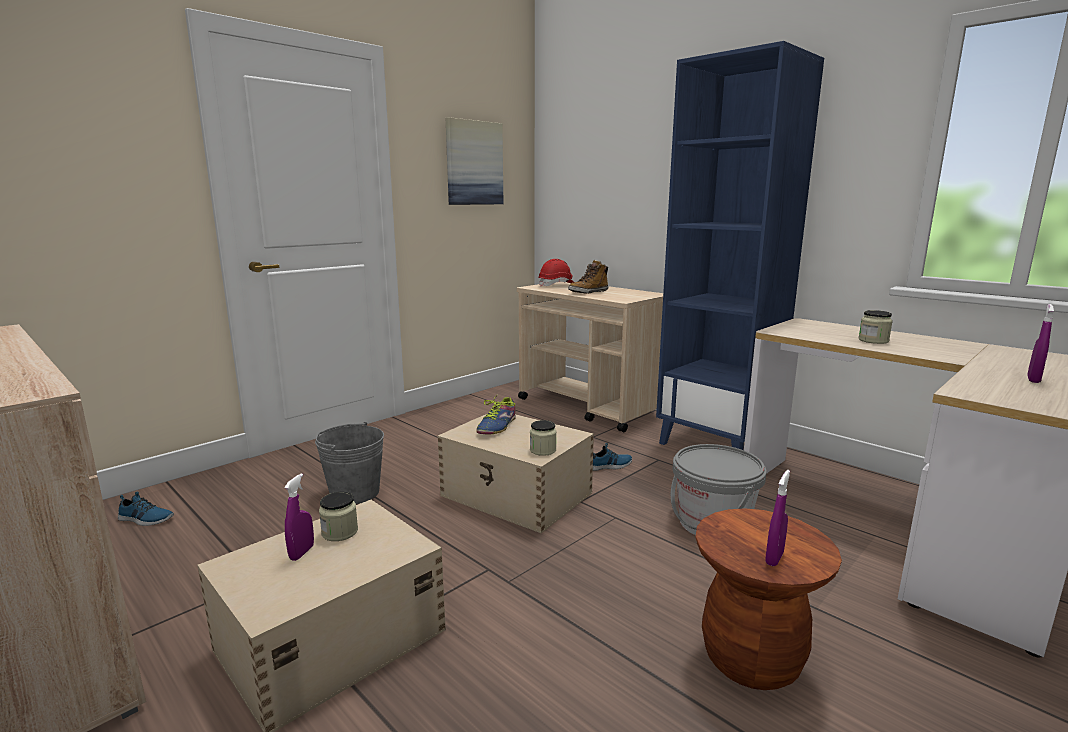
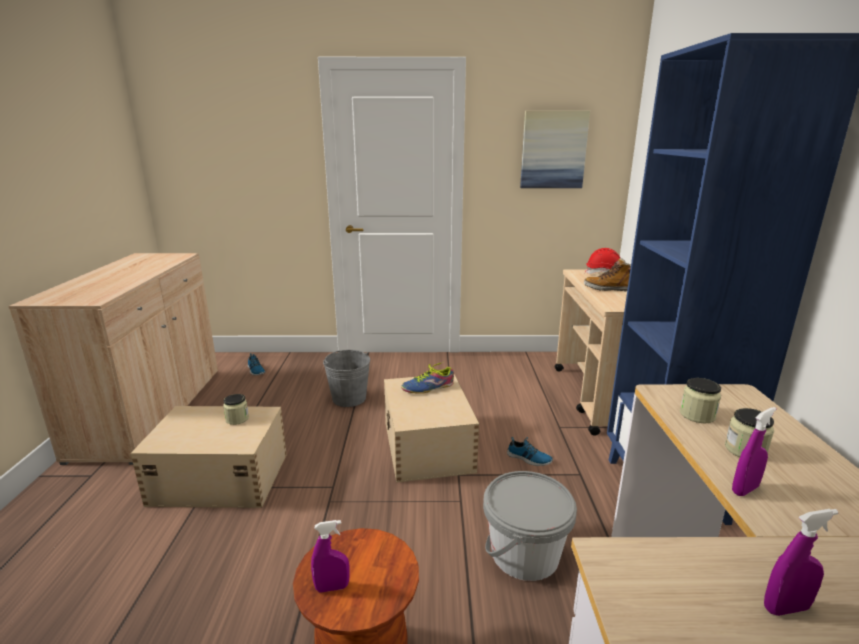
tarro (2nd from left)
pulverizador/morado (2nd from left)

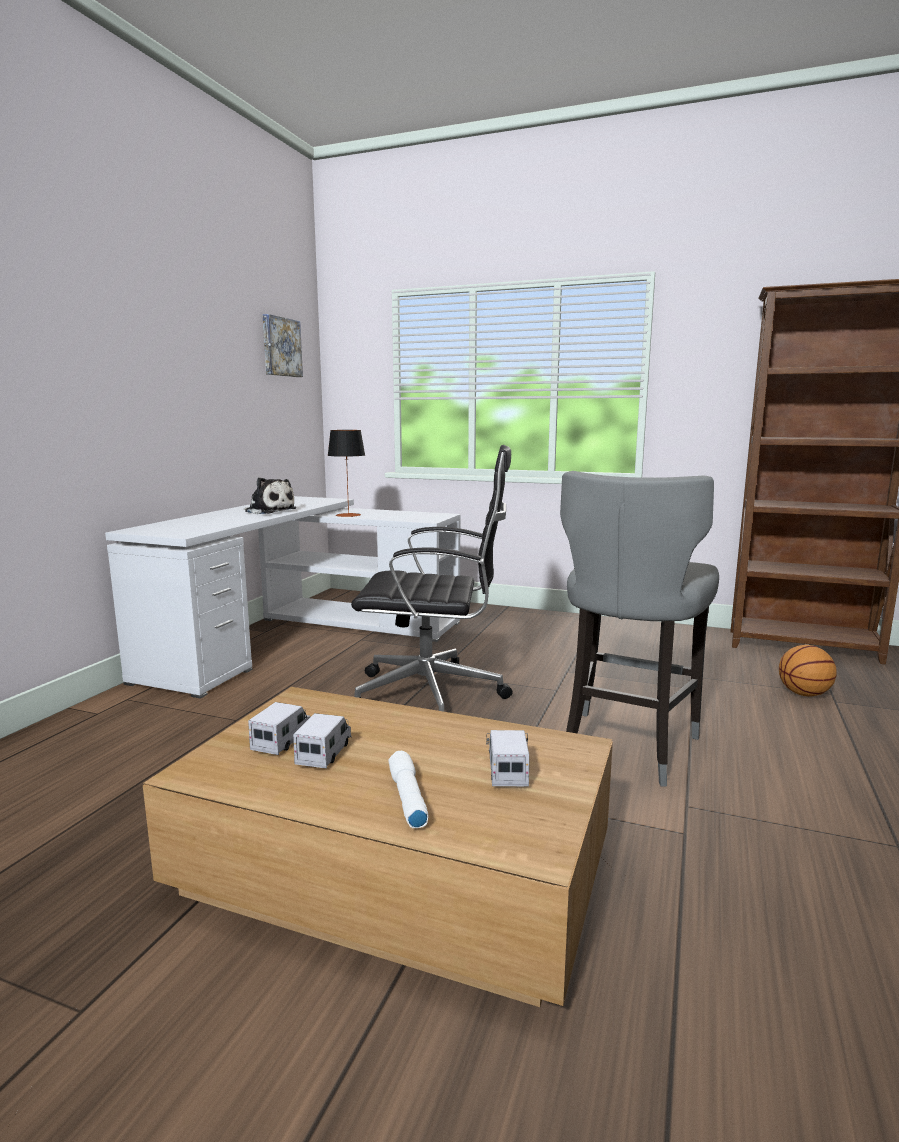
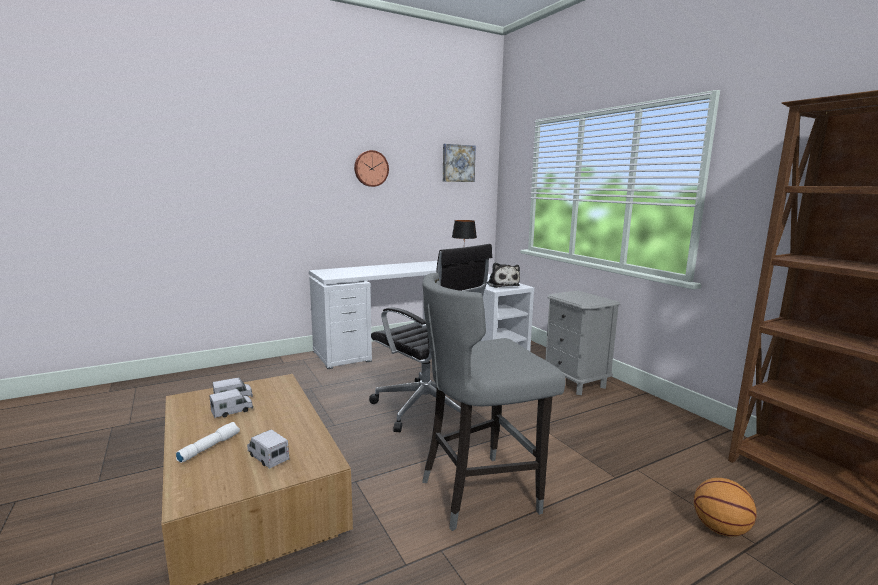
camión de juguete (3rd from left)
reloj de pared
peluche
mesita de noche/gris

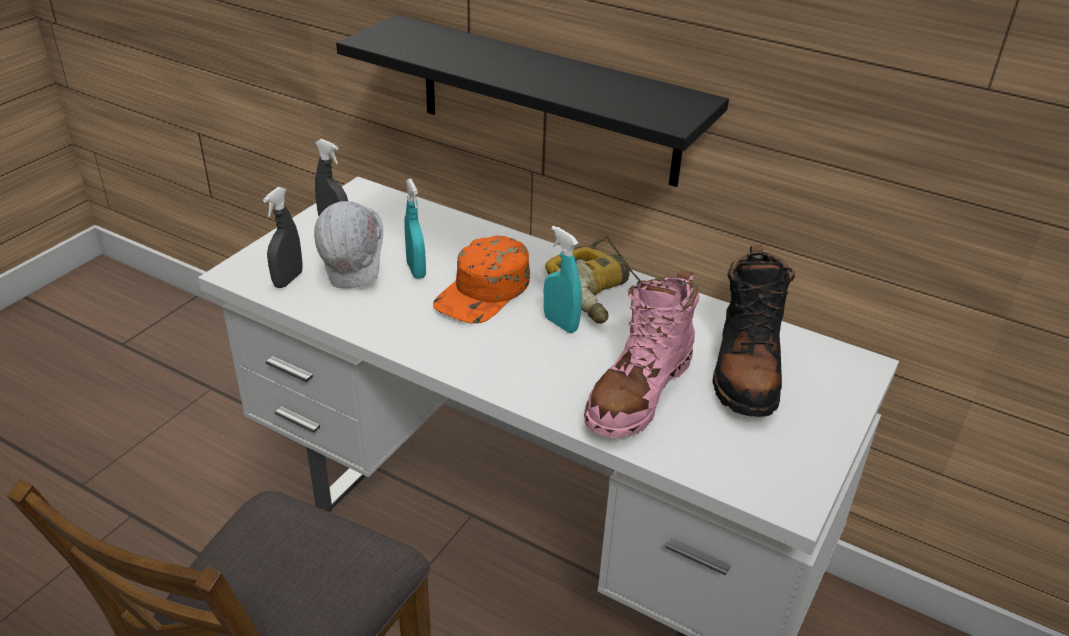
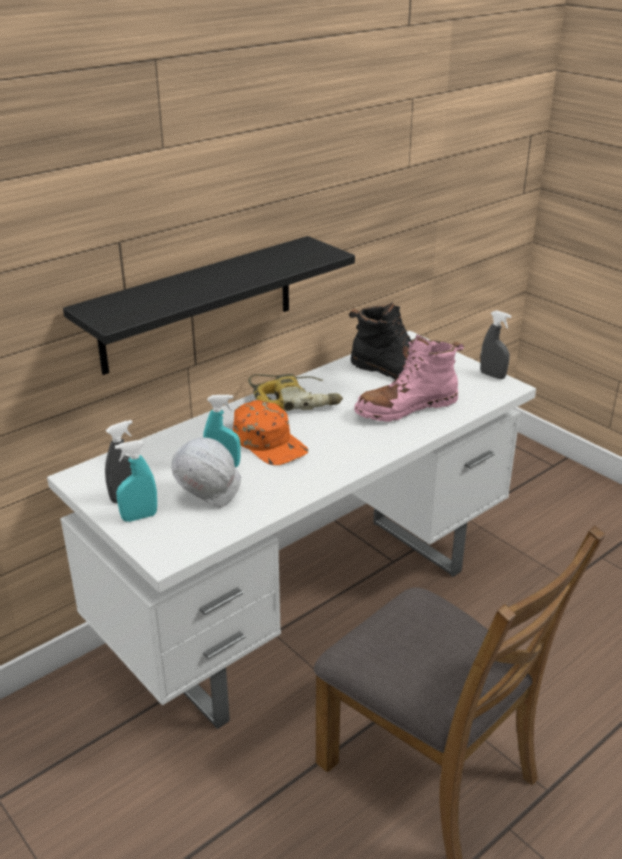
pulverizador/turquesa (1st from left)
bota/rosa
pulverizador/gris (2nd from left)

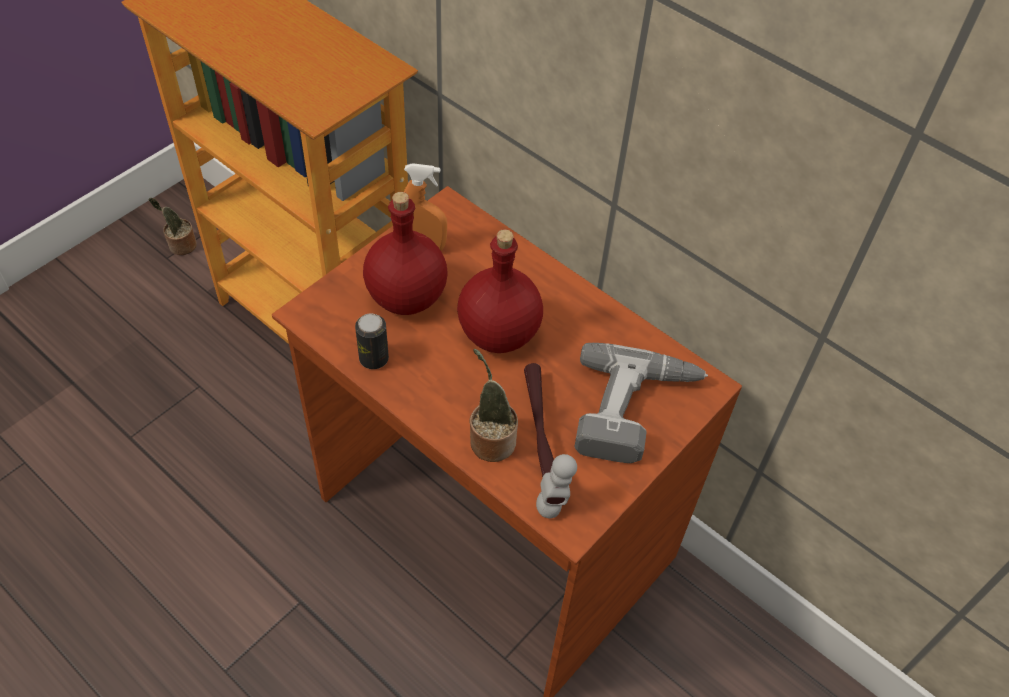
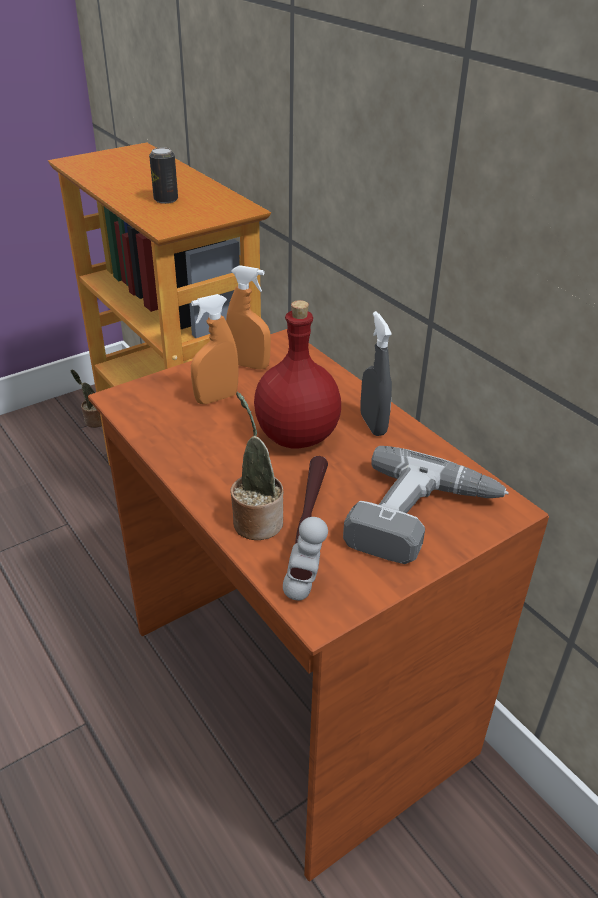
lata
pulverizador/naranja (1st from left)
pulverizador/gris

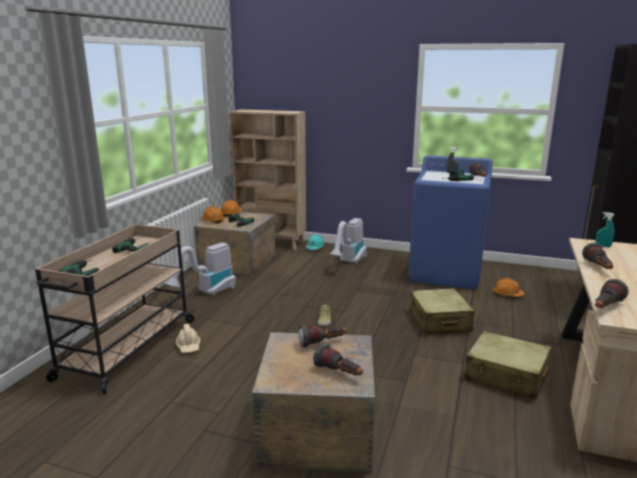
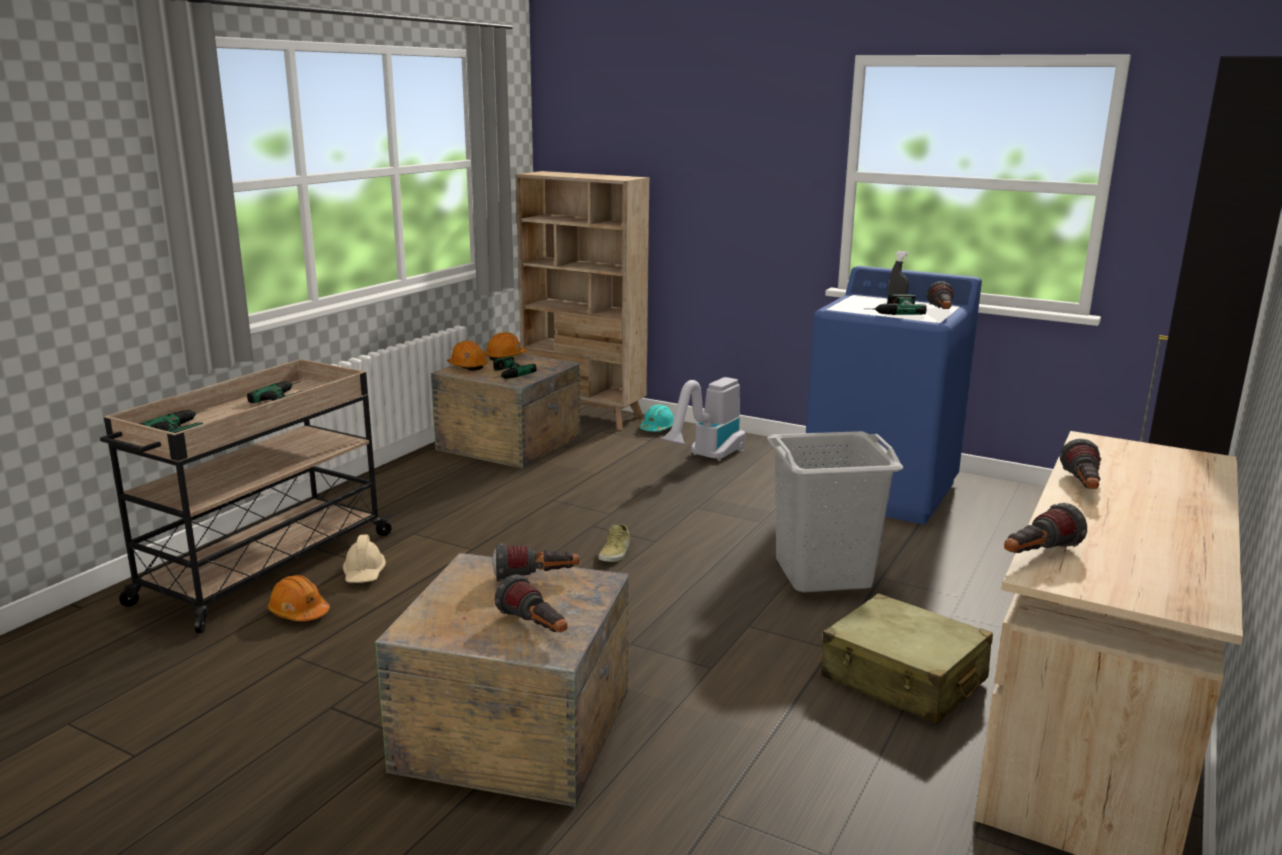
casco/naranja (1st from left)
cesto de la ropa/gris
aspiradora (1st from left in the first image)
pulverizador/turquesa

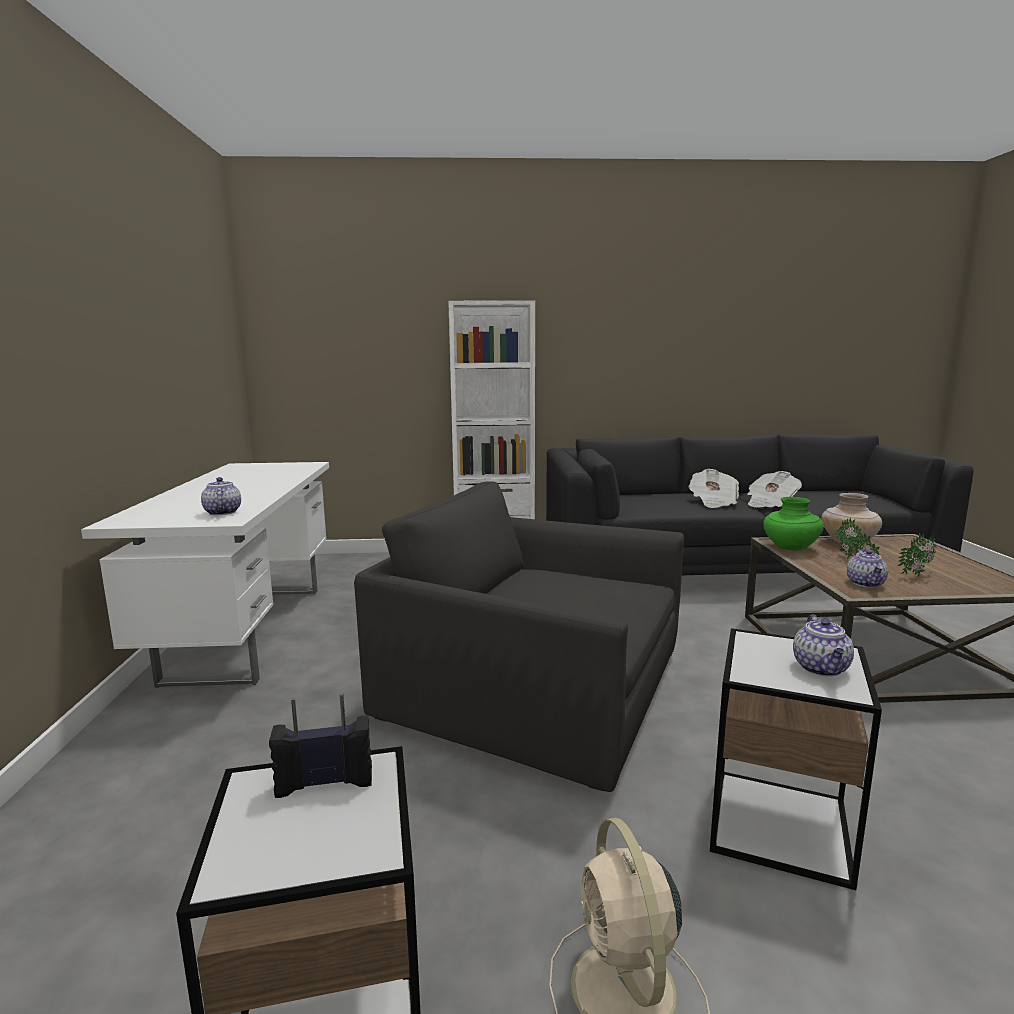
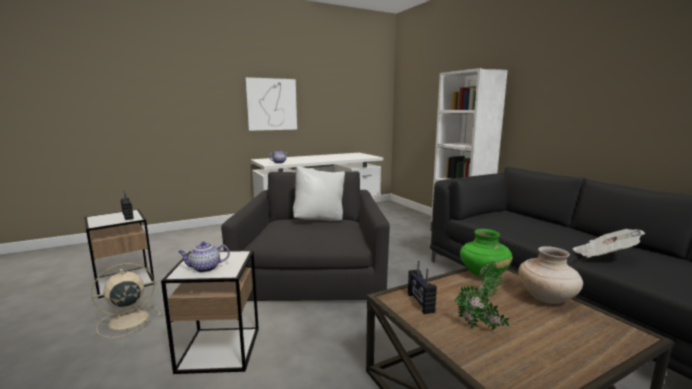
cuadro
cojín/blanco
radio (2nd from left)
periódico (1st from left in the first image)

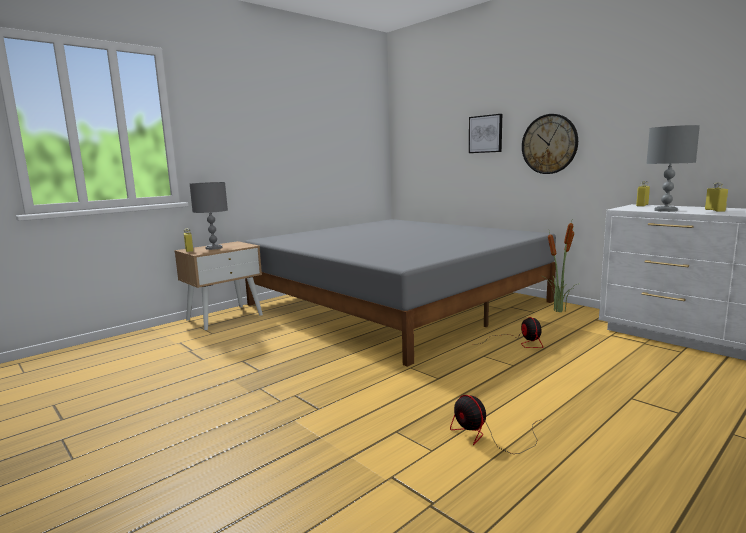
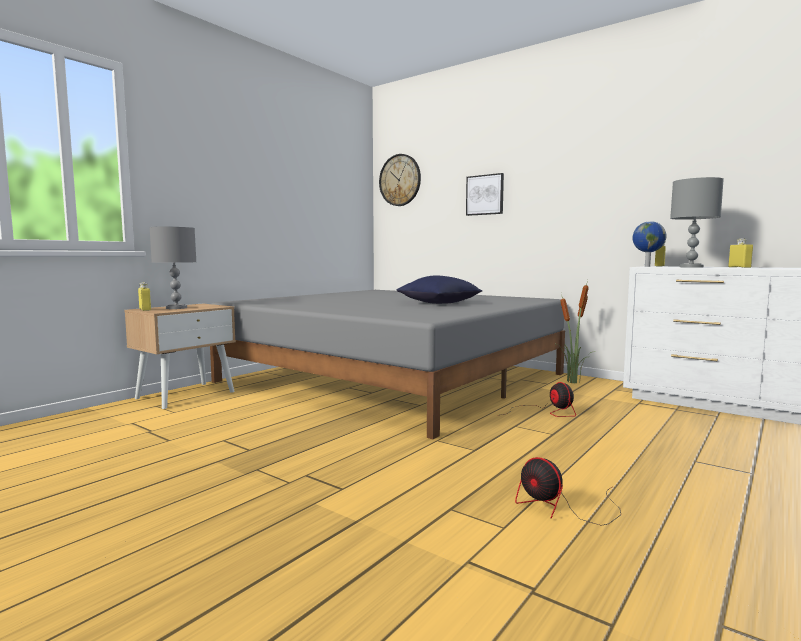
reloj de pared
cojín/azul
globo terráqueo

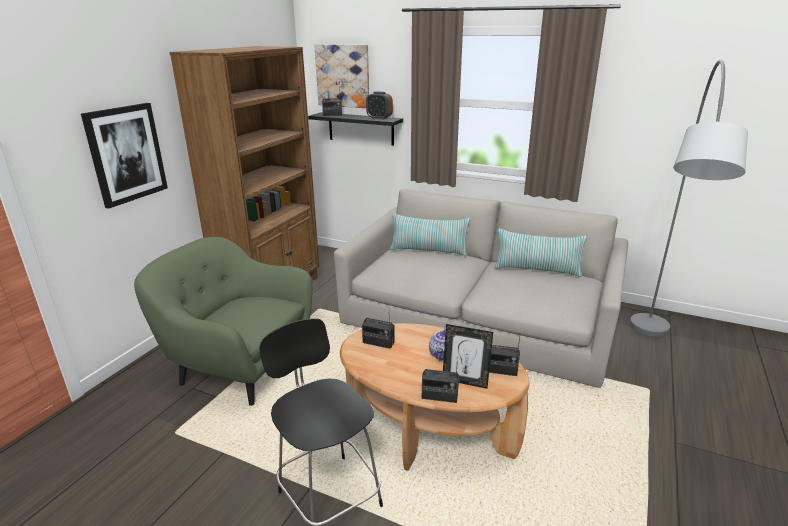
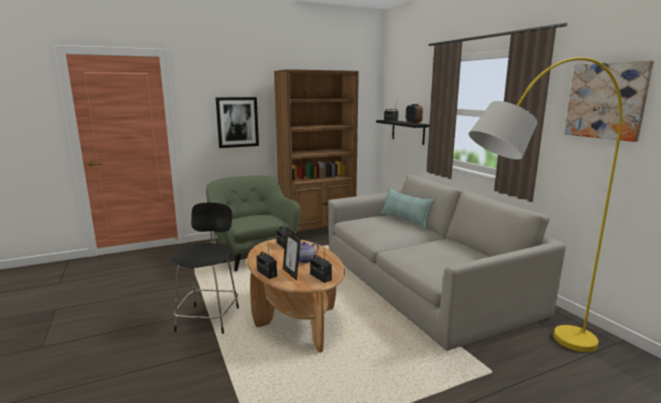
lámpara de pie/amarillo
cuadro (2nd from left)
cojín (2nd from left in the first image)

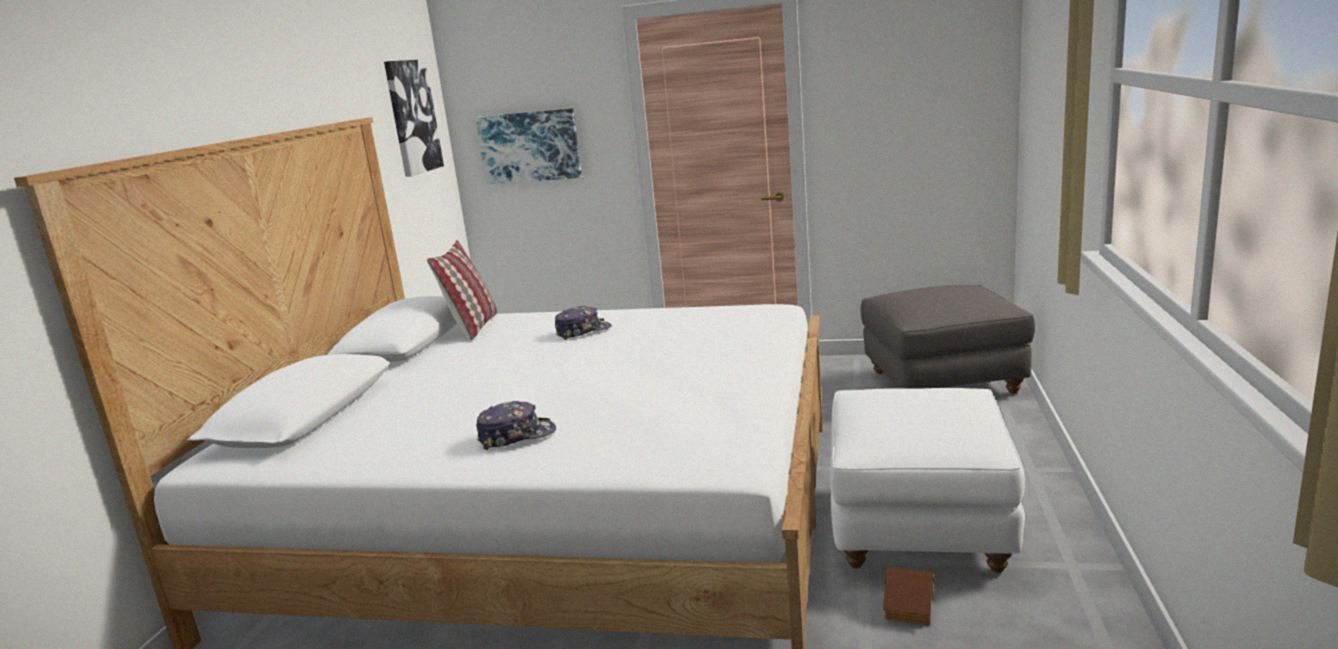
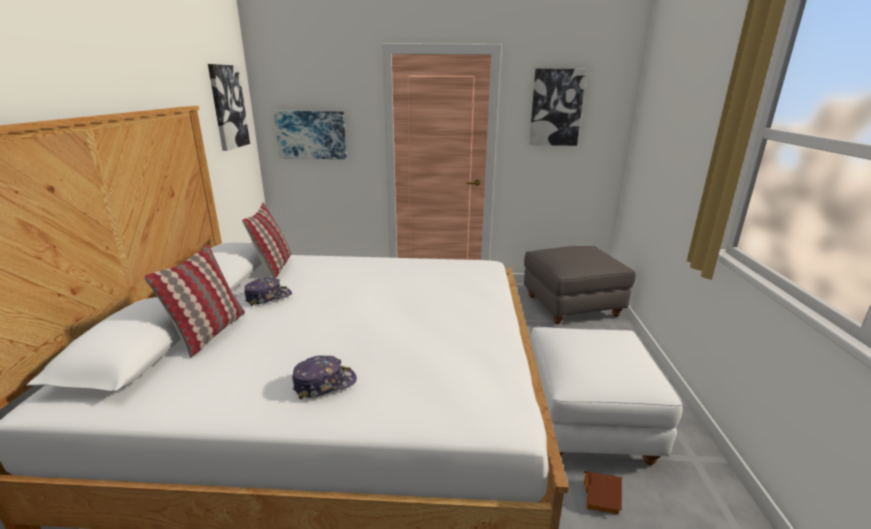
cojín (1st from left)
gorra (1st from left)
cuadro (3rd from left)

